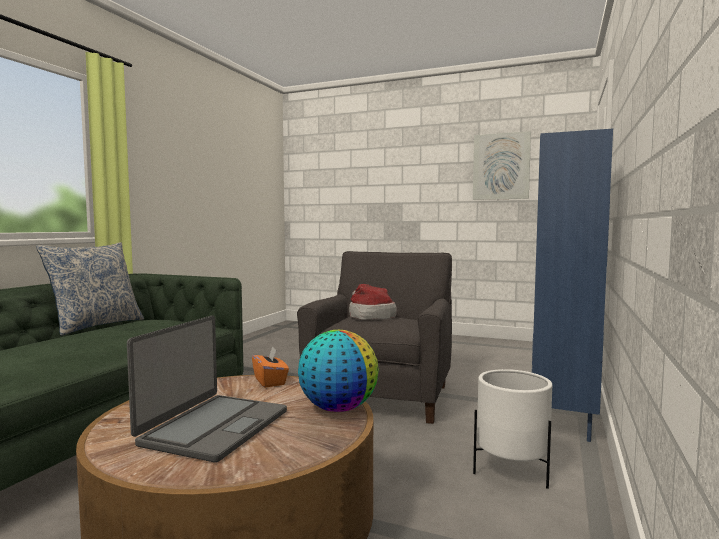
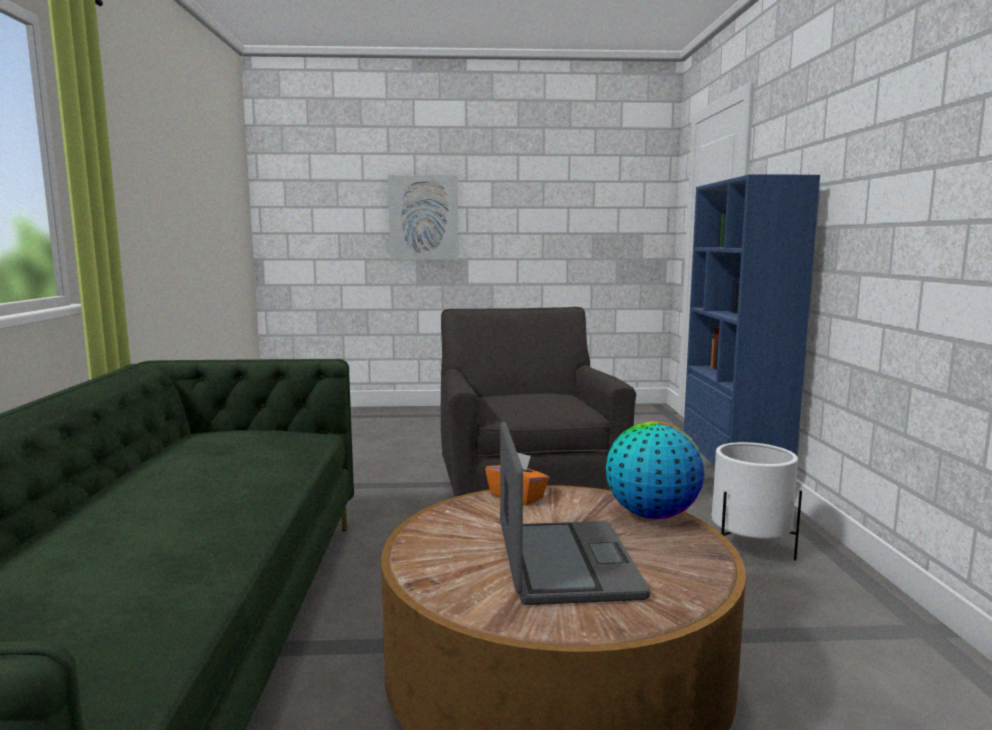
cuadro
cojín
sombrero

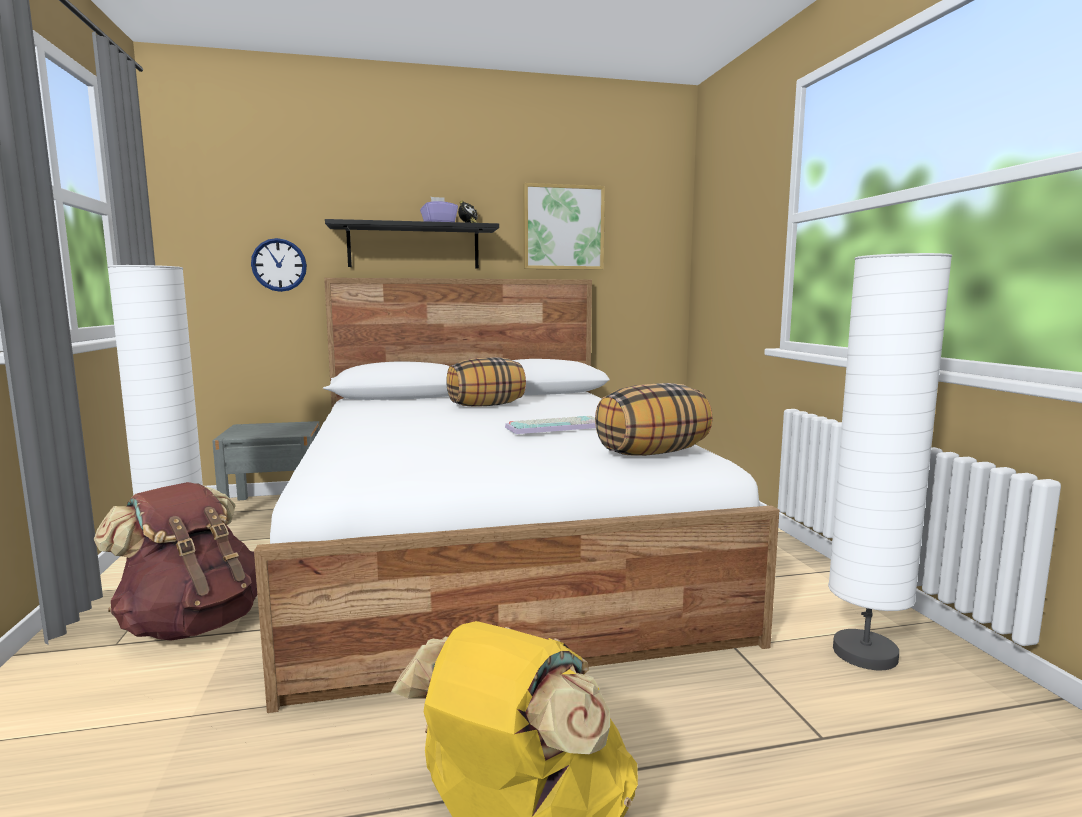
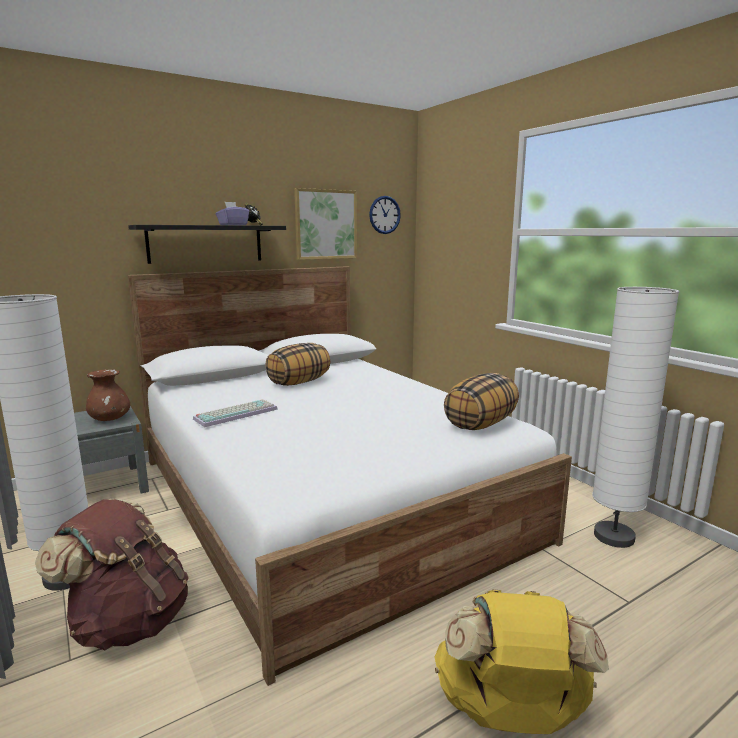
florero/marrón
teclado
reloj de pared

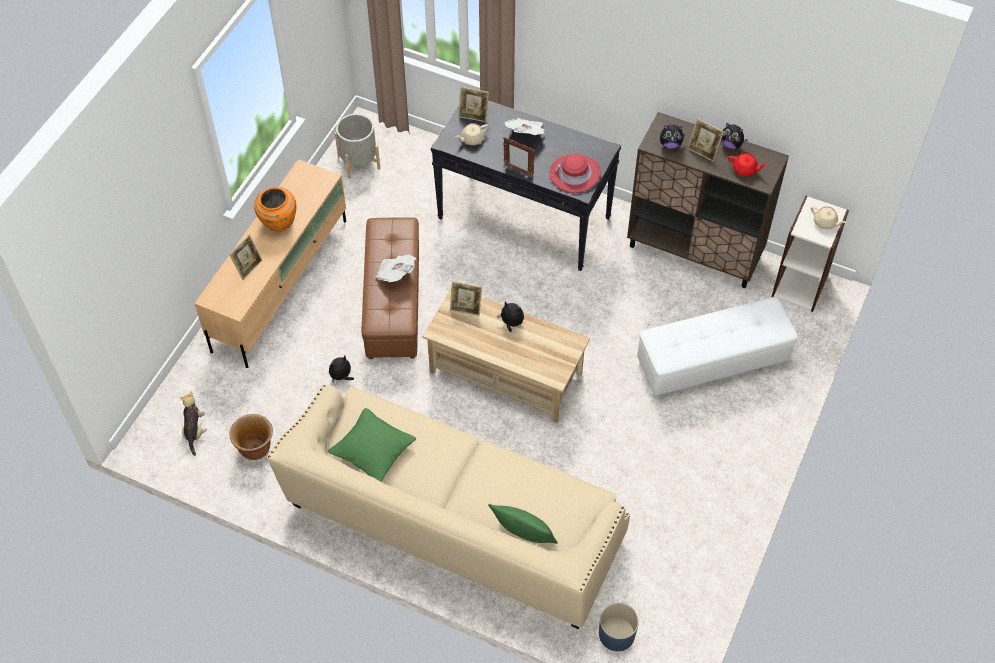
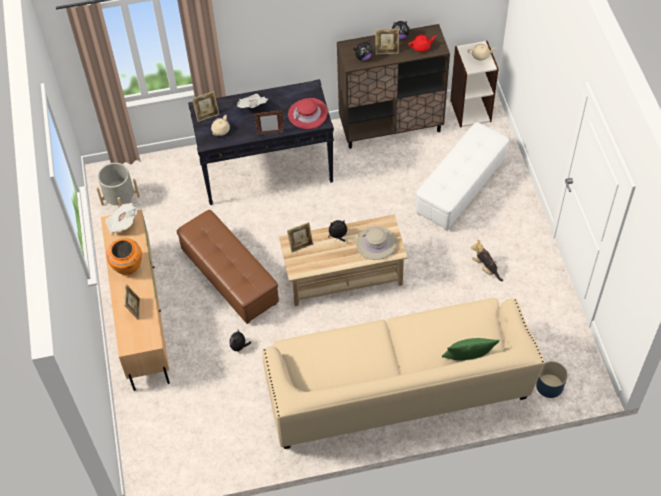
periódico (1st from left)
sombrero/beis
peluche (5th from left)
maceta/marrón
cojín/verde (1st from left in the first image)

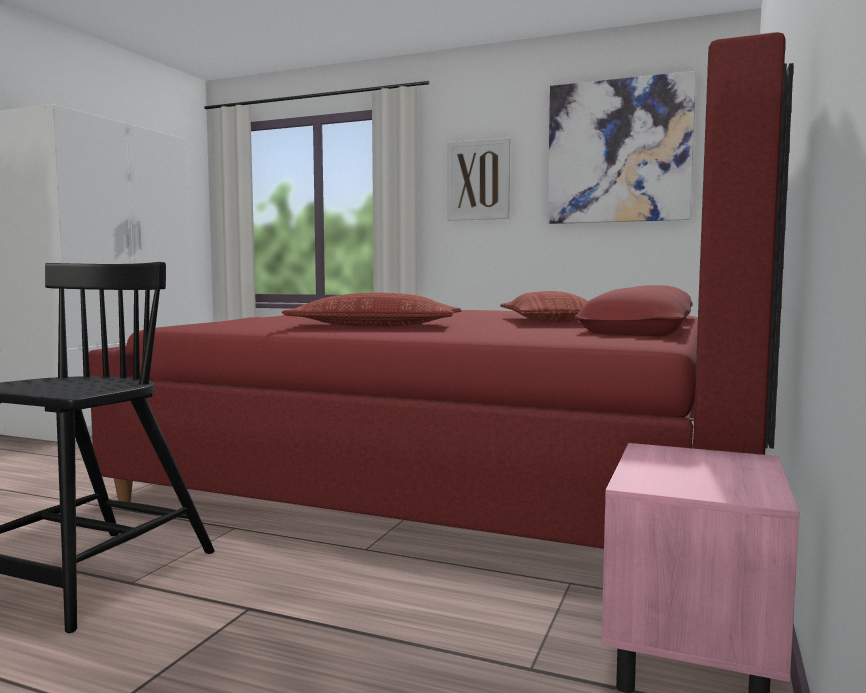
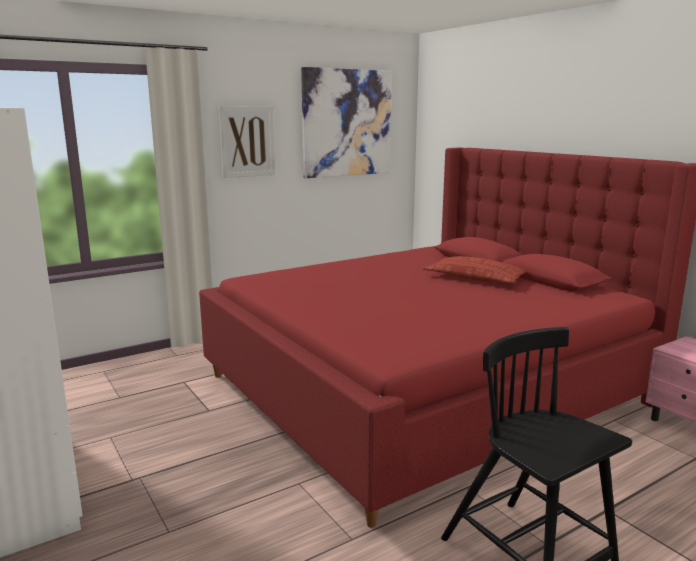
cojín (1st from left in the first image)

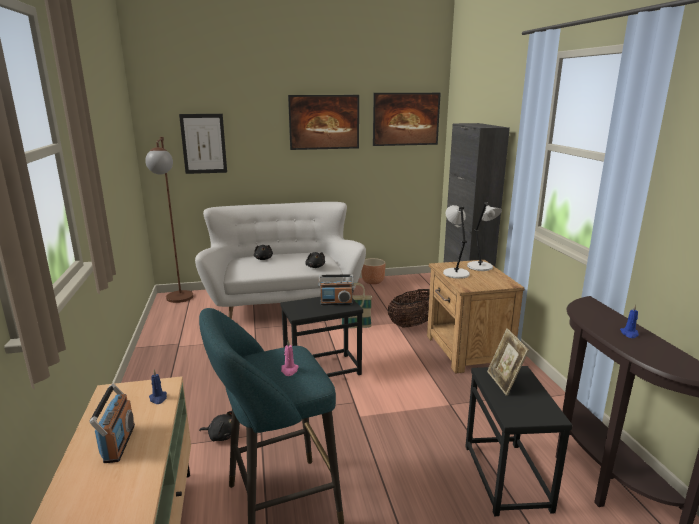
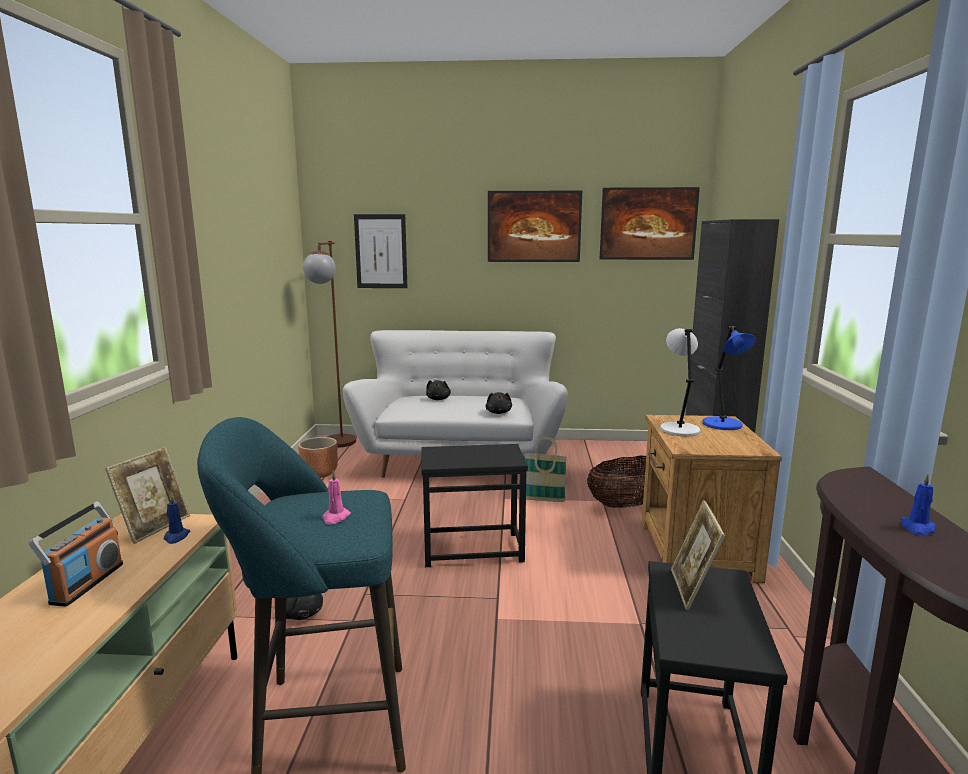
portarretratos (1st from left)
maceta/marrón
lámpara de mesa/azul
radio (2nd from left in the first image)

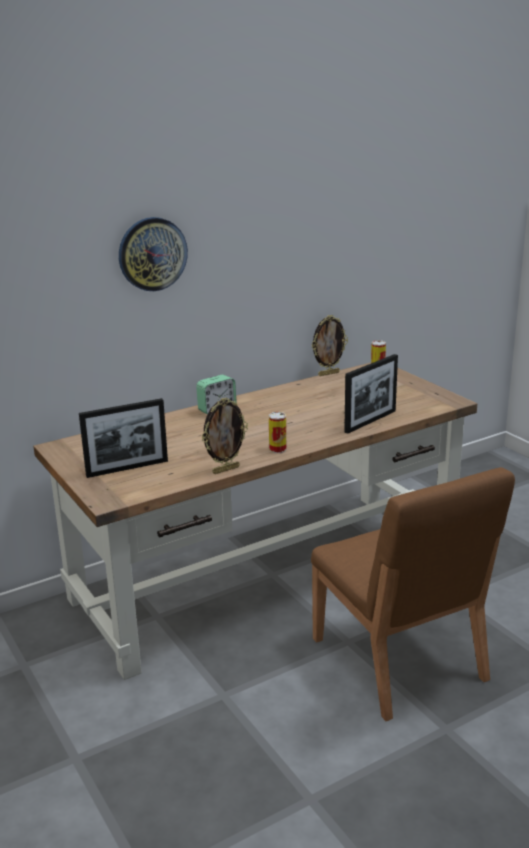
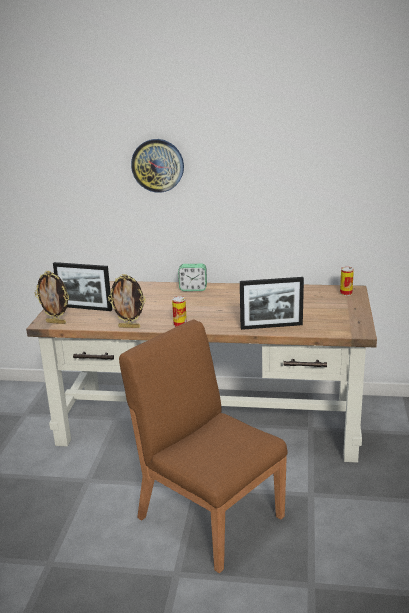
portarretratos (1st from left)
silla/marrón

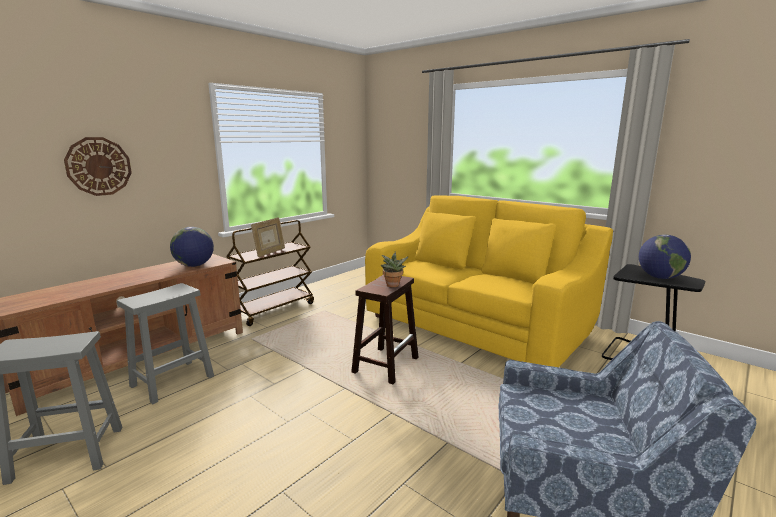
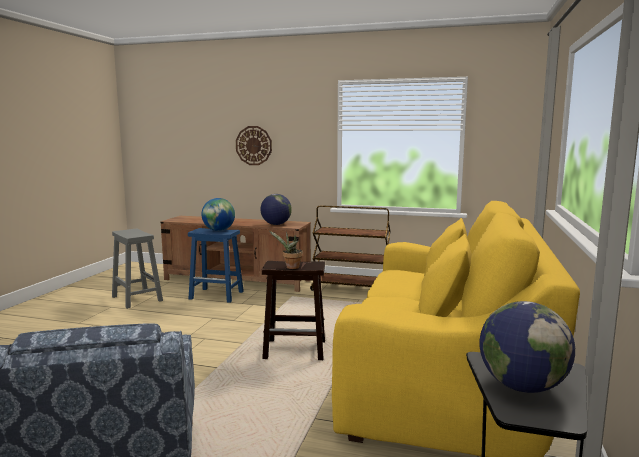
taburete/azul
globo terráqueo (1st from left)
portarretratos

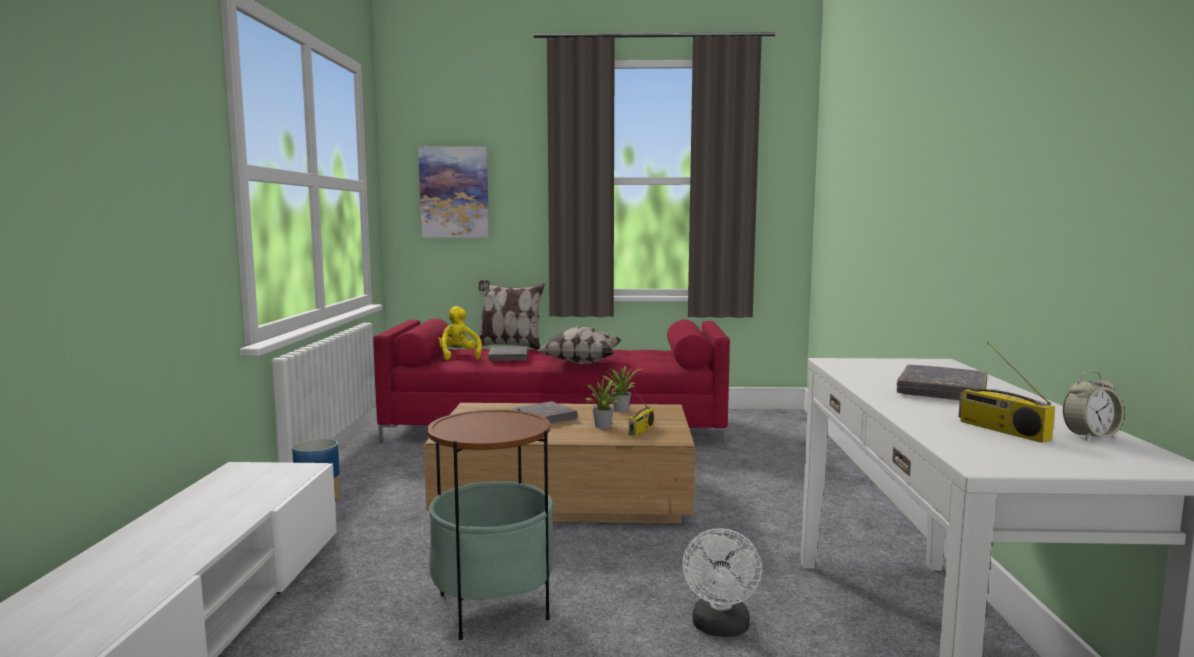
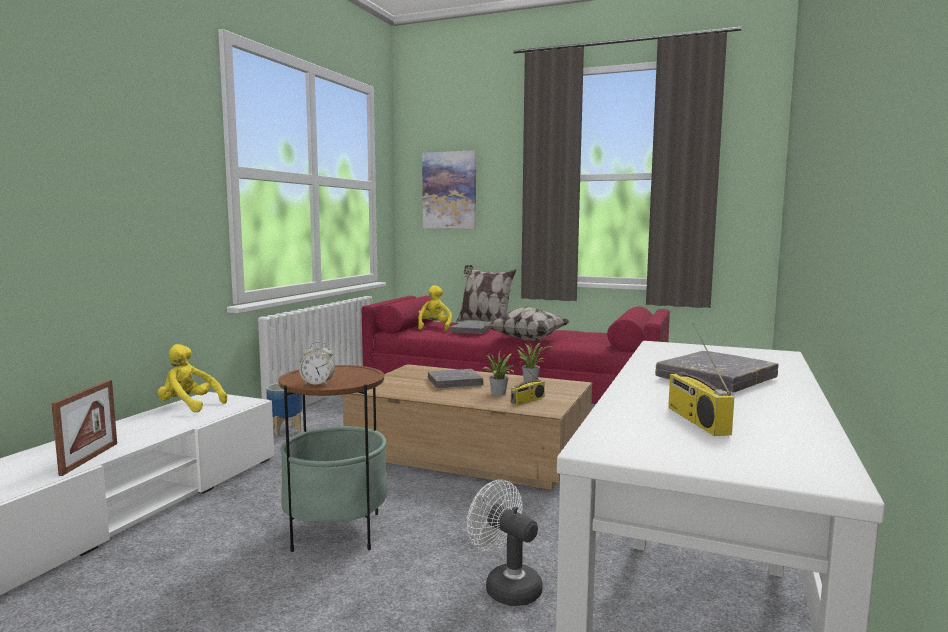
portarretratos
peluche/amarillo (1st from left)
despertador
ventilador/blanco

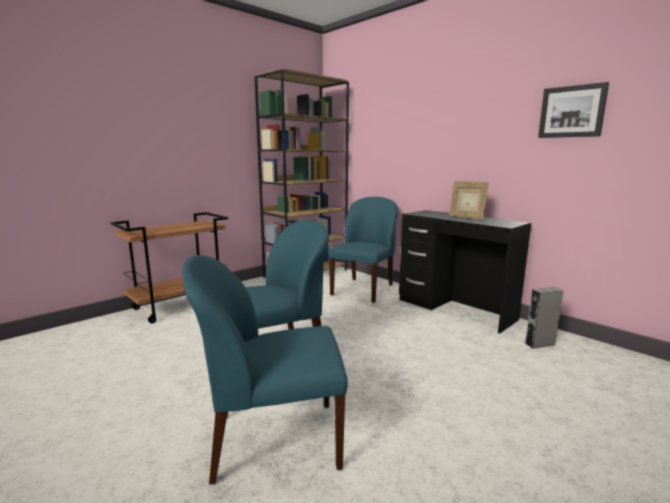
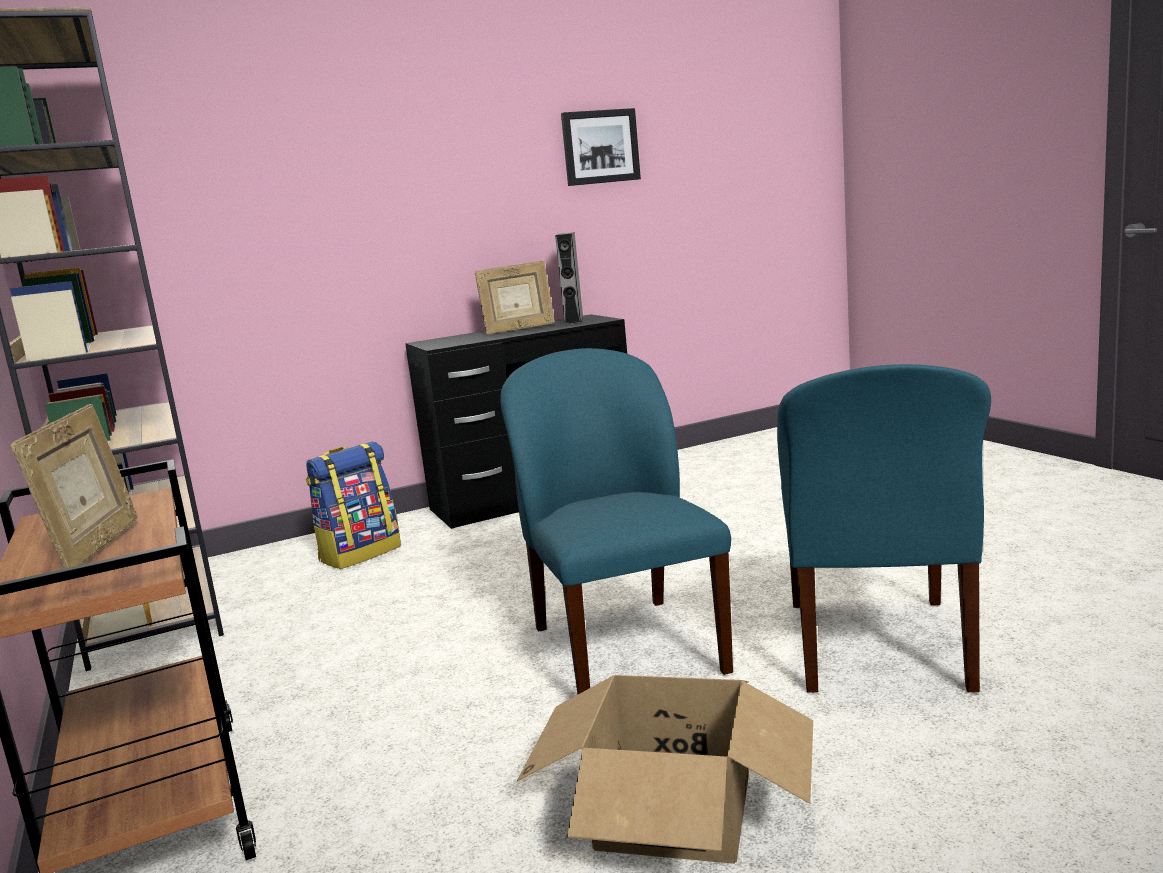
portarretratos (1st from left)
mochila
caja de cartón
altavoz/gris

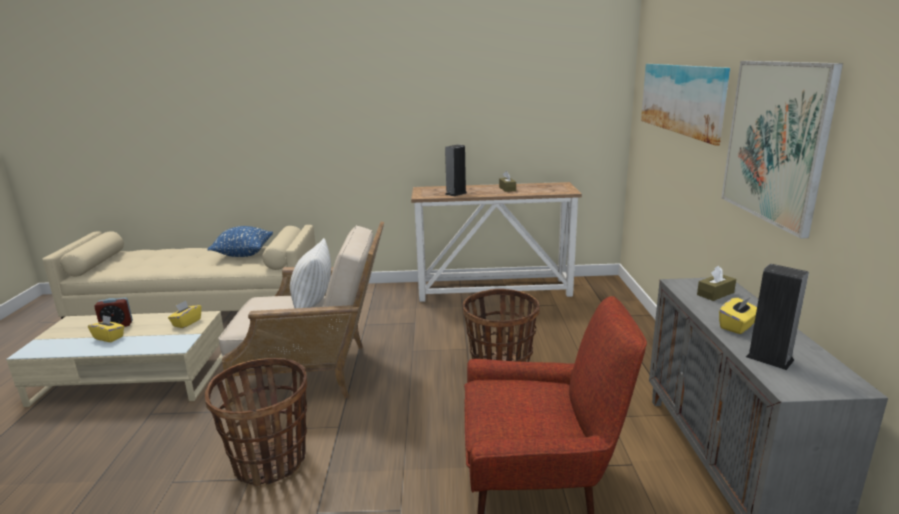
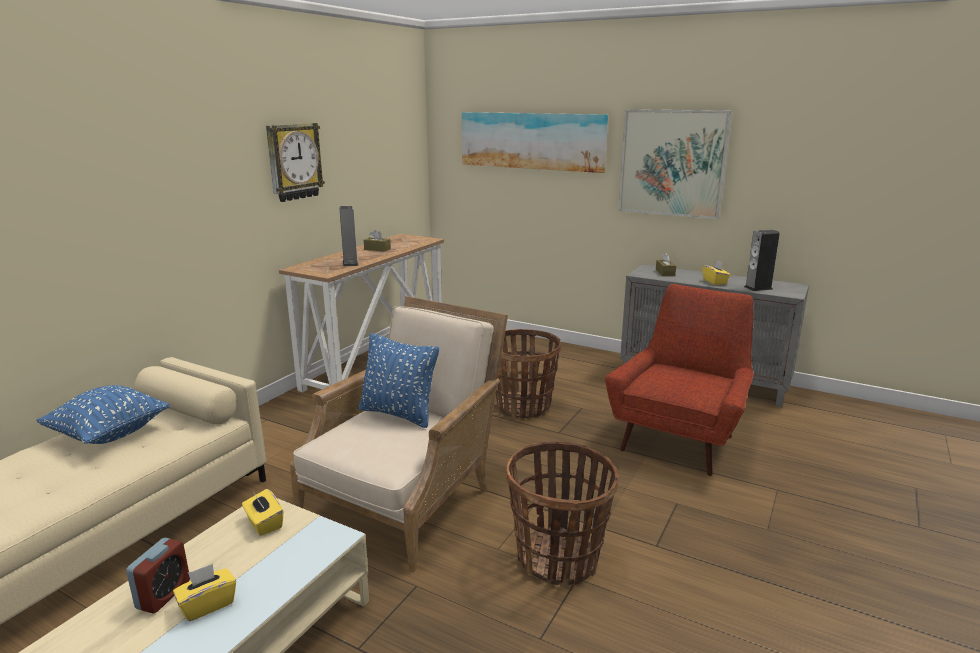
reloj de pared
cojín/azul (2nd from left)

